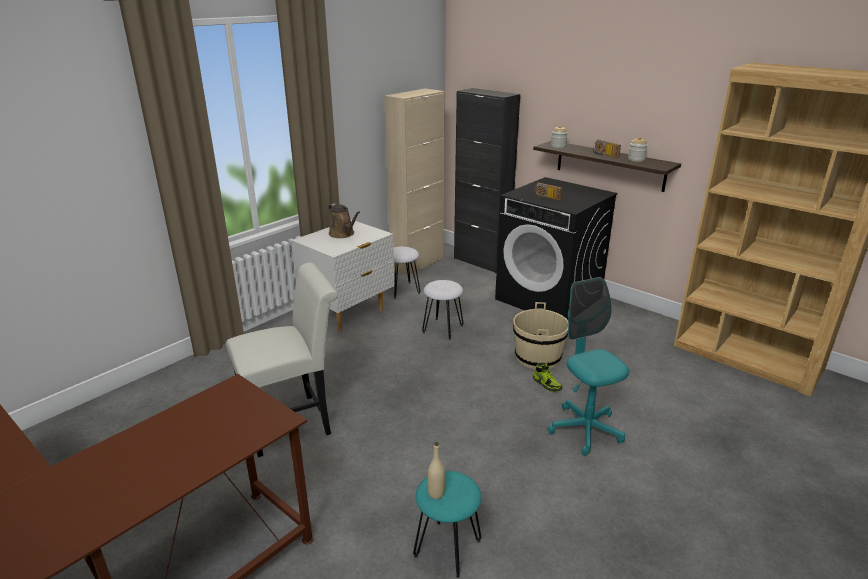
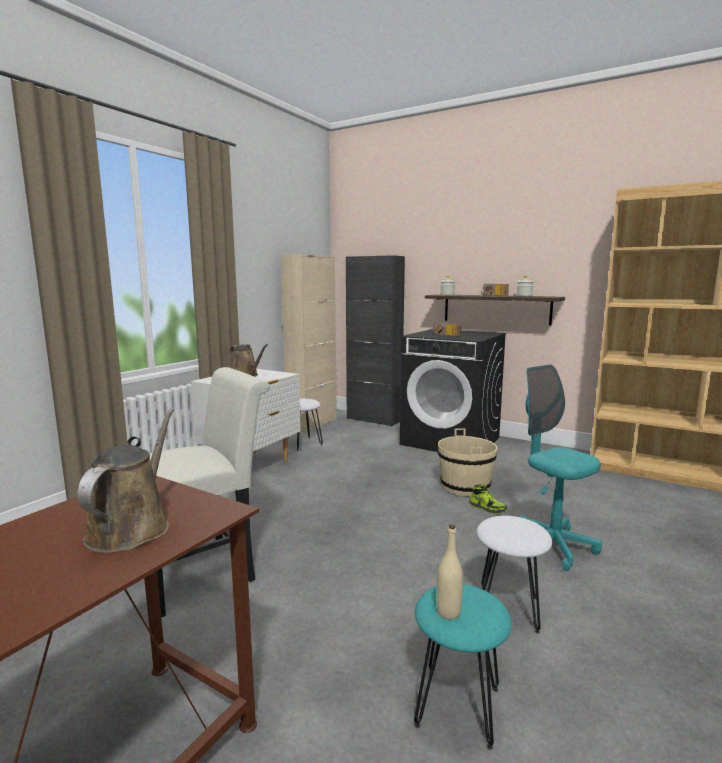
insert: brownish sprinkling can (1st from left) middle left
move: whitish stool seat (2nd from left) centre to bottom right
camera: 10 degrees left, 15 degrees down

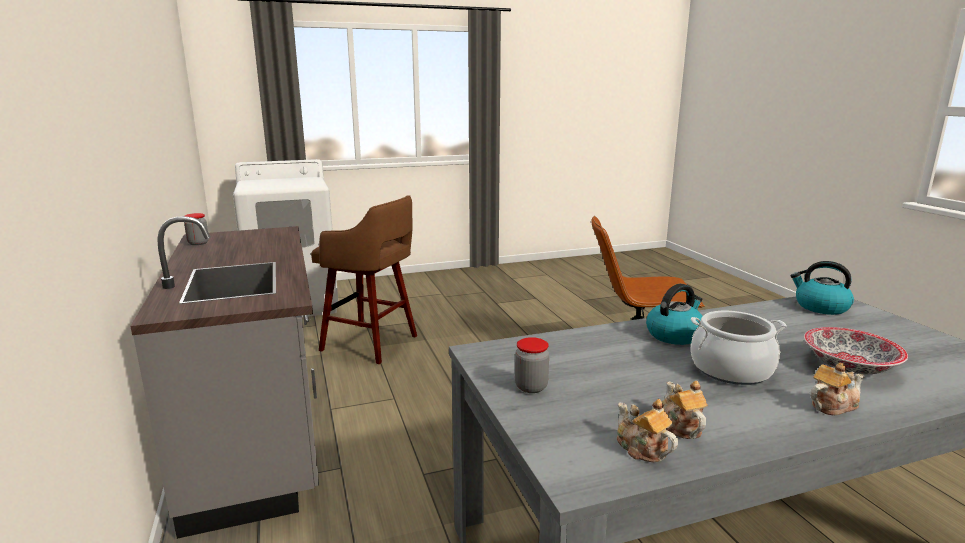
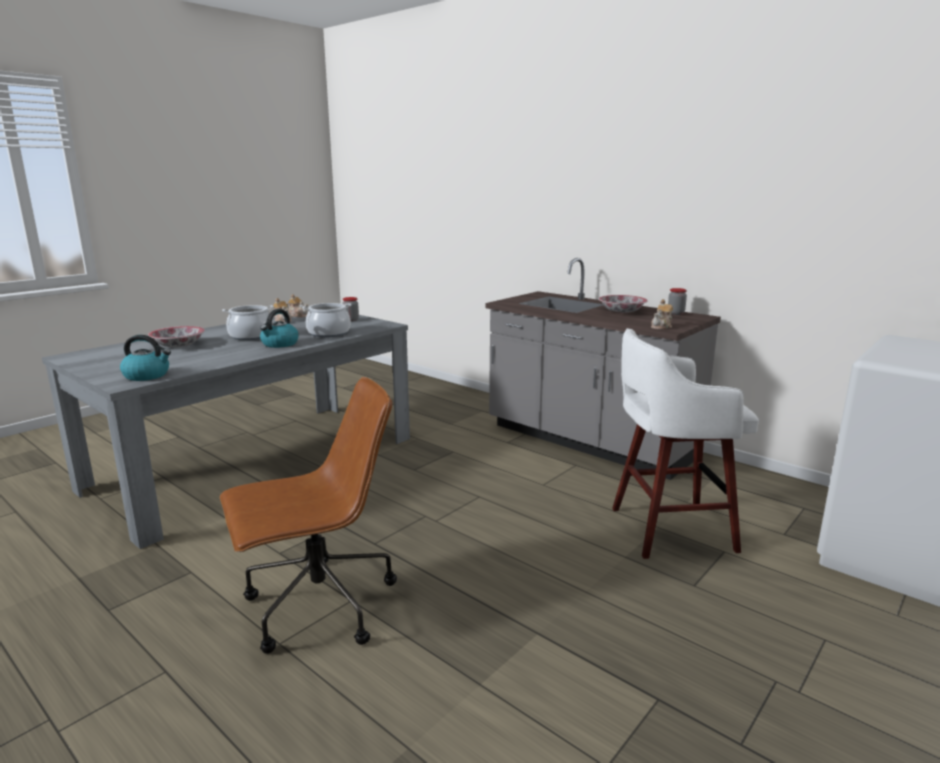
insert: bowl (2nd from left) centre; stockpot (2nd from left) centre
move: teapot (3rd from left) bottom right to middle right
recolor: brownish stool seat centre to whitish stool seat middle right
camera: 150 degrees right, 0 degrees up

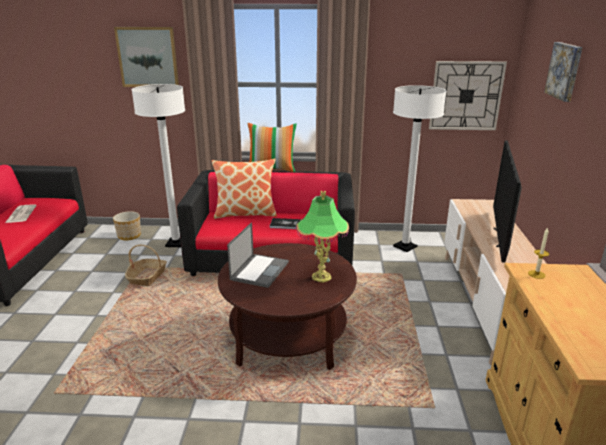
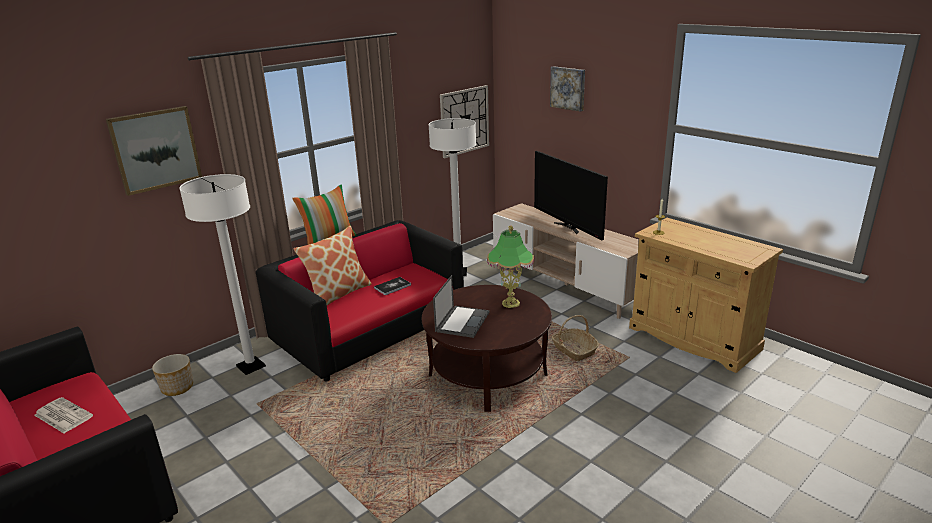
move: storage basket middle left to centre
rotate: laptop centre = centre 45 degrees clockwise
camera: 45 degrees left, 0 degrees up

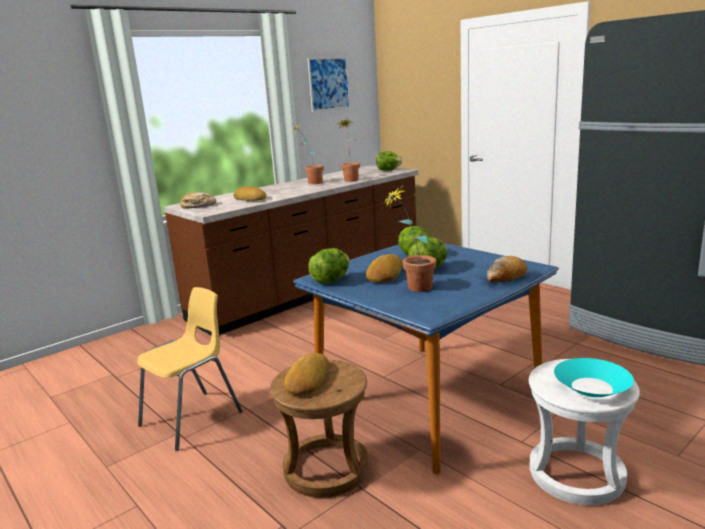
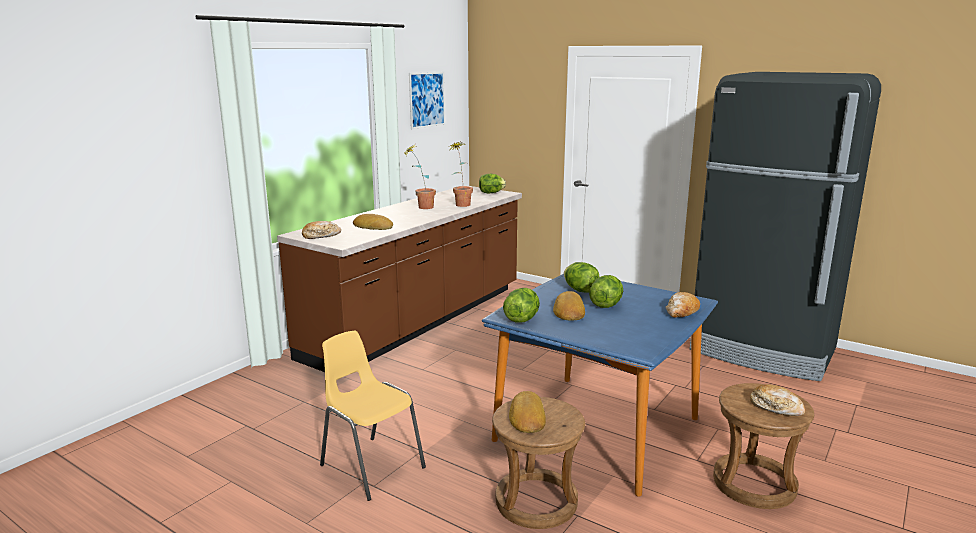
delete: houseplant (3rd from left) centre
replace: blue-green bowl bottom right to bakery bread (6th from left) bottom right
recolor: whitish stool seat bottom right to brownish stool seat (2nd from left) bottom right
rotate: yellow-coloured chair bottom left = bottom centre 75 degrees counterclockwise
camera: 15 degrees left, 0 degrees up

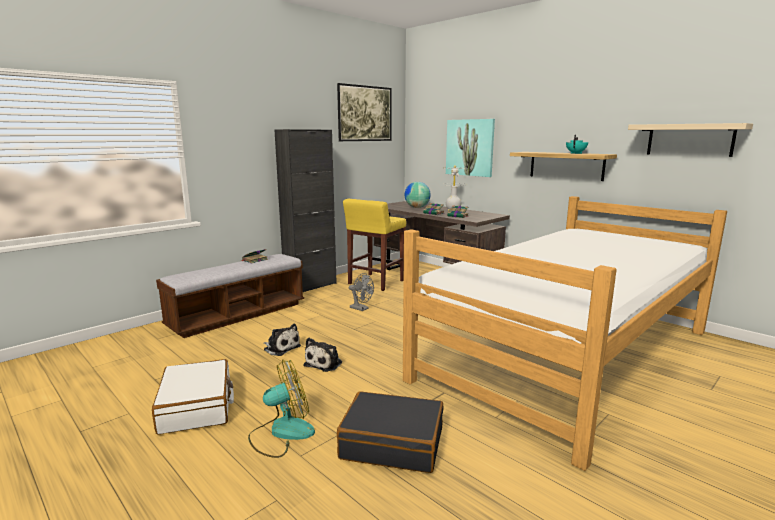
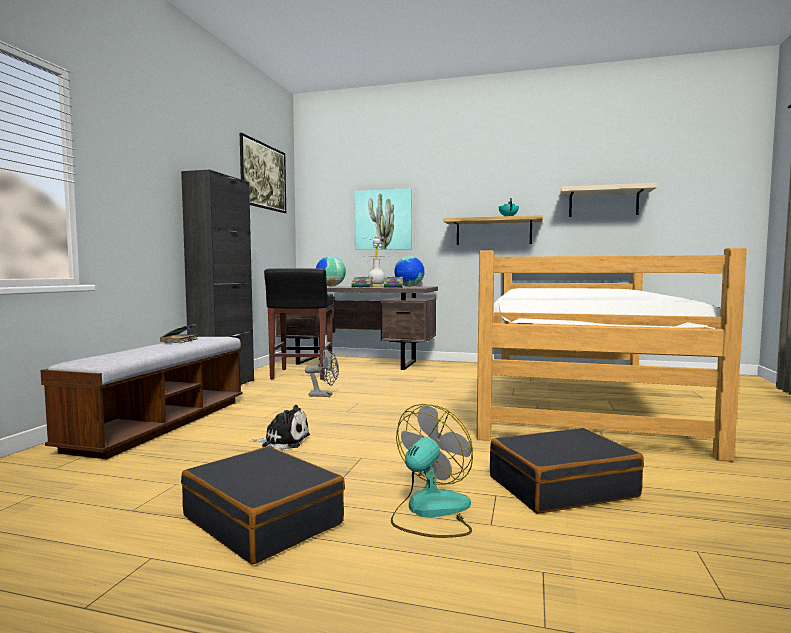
delete: plush toy (2nd from left) bottom centre
insert: world globe (2nd from left) centre
recolor: yellow-coloured stool seat centre to blackish stool seat centre; whitish piece of luggage bottom left to blackish piece of luggage (1st from left) bottom left
camera: 30 degrees left, 10 degrees down

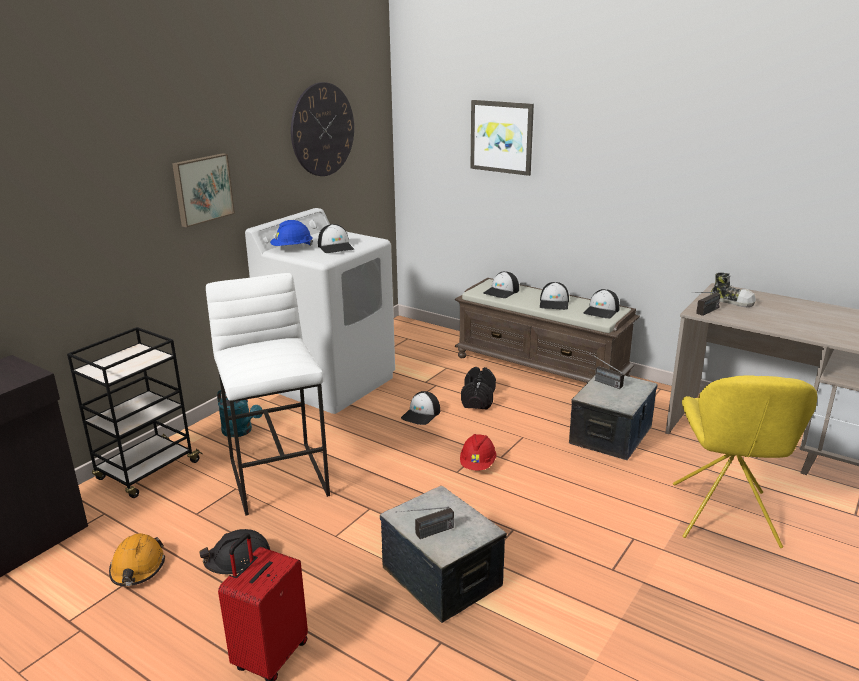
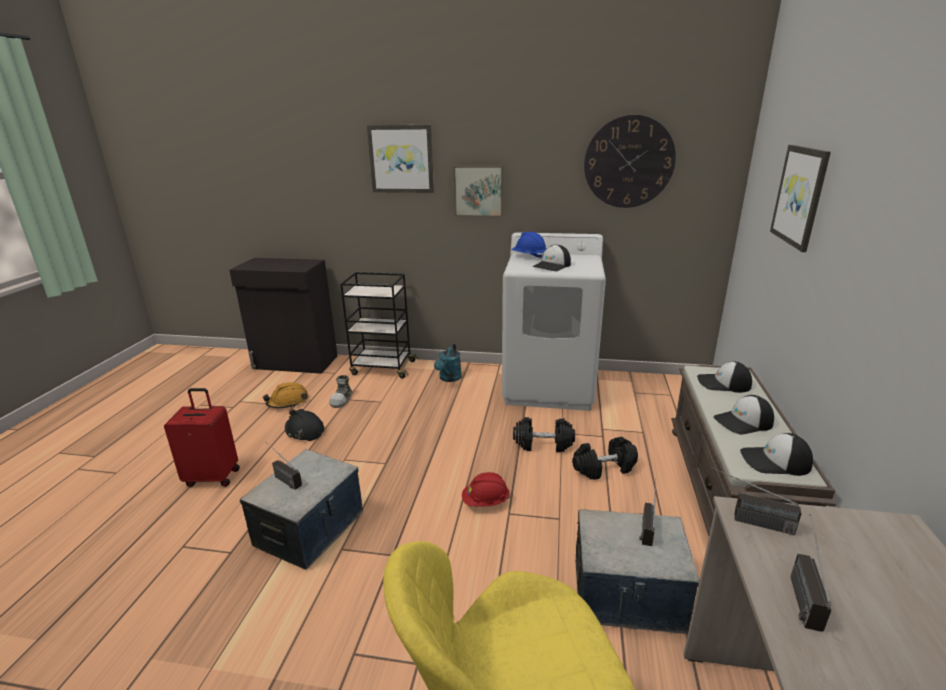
delete: whitish stool seat middle left
insert: wall picture (1st from left) top centre; radio (4th from left) bottom right
move: low shoe middle right to centre
replace: baseball cap (2nd from left) centre to blackish free weight (1st from left) centre
camera: 65 degrees right, 0 degrees up

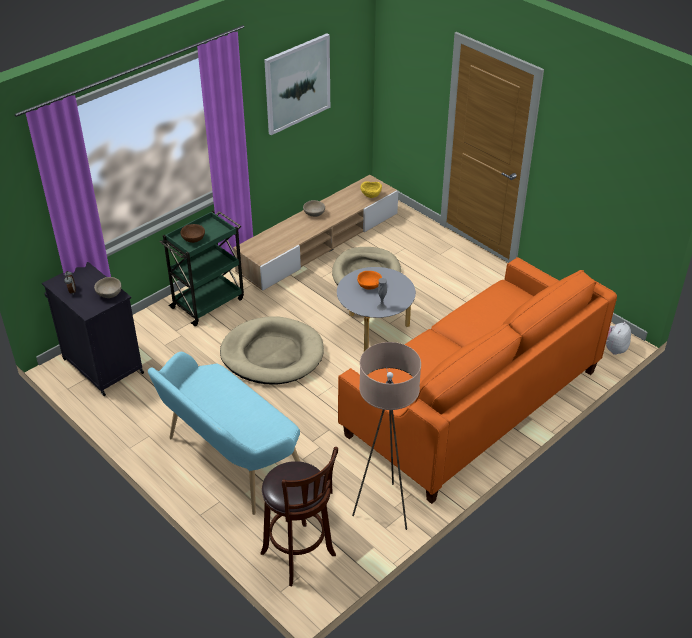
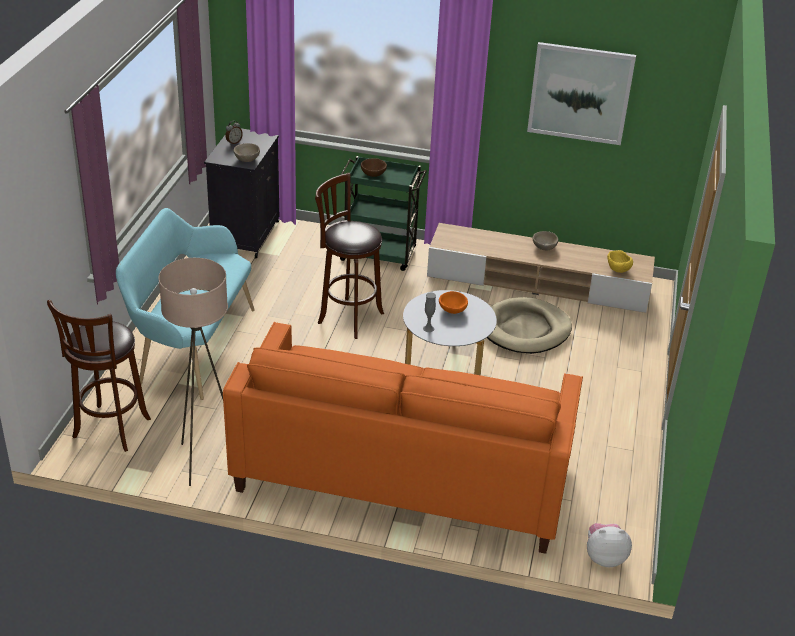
replace: beige pet bed (1st from left) centre to brownish stool seat (2nd from left) centre
camera: 55 degrees right, 5 degrees down

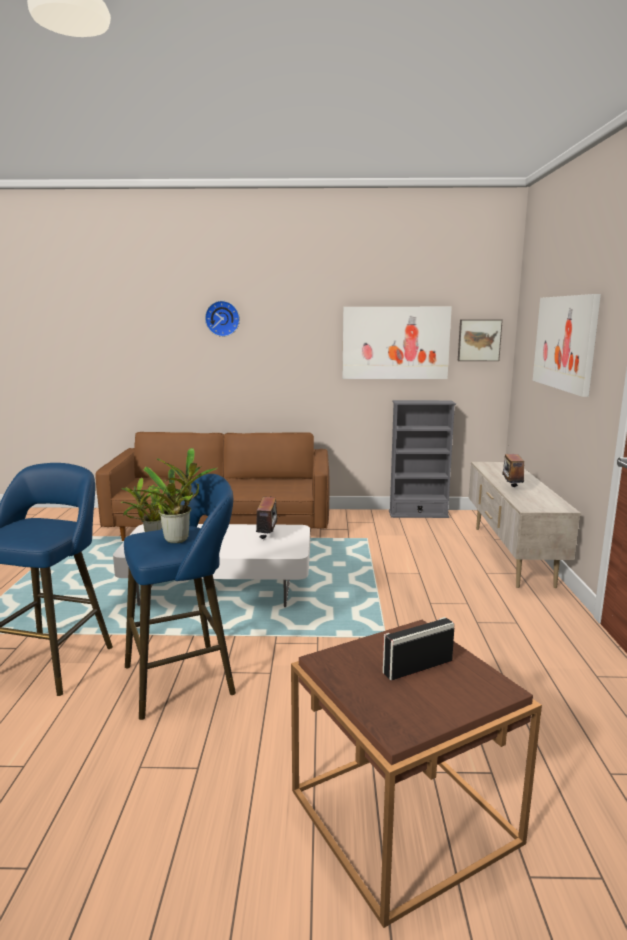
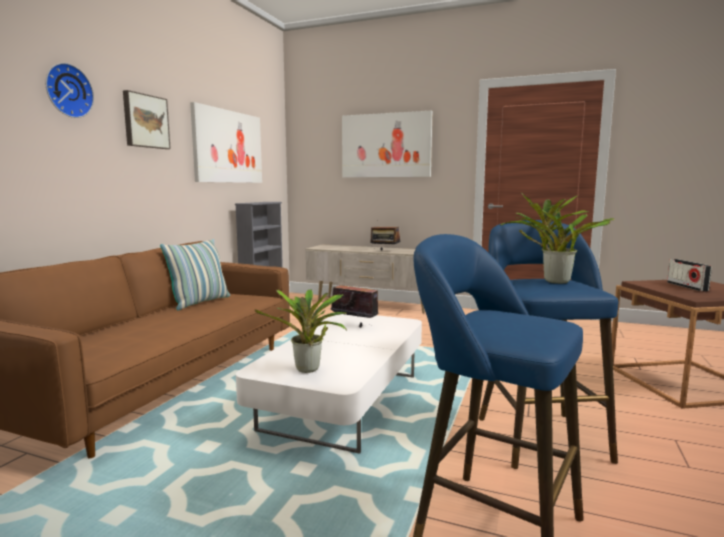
insert: pillow middle left
move: wall picture (2nd from left in the first image) middle right to wall picture (1st from left) top left
camera: 70 degrees left, 5 degrees down

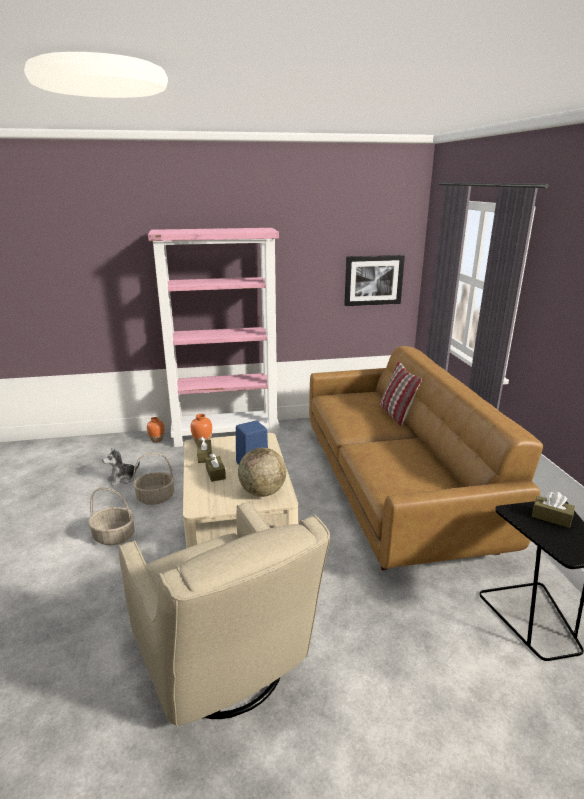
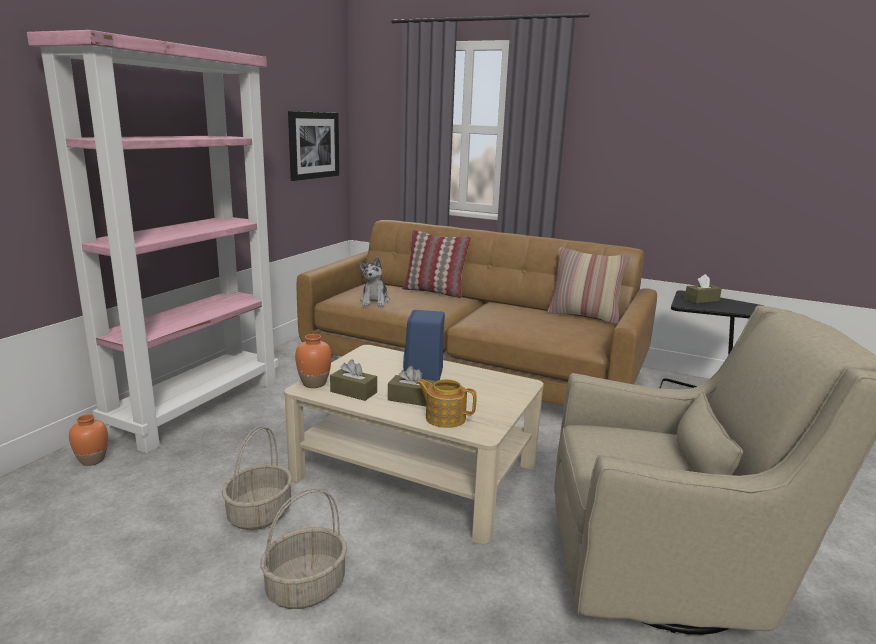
delete: world globe centre
insert: pillow (2nd from left) middle right; teapot centre
move: plush toy middle left to centre
camera: 55 degrees left, 5 degrees down

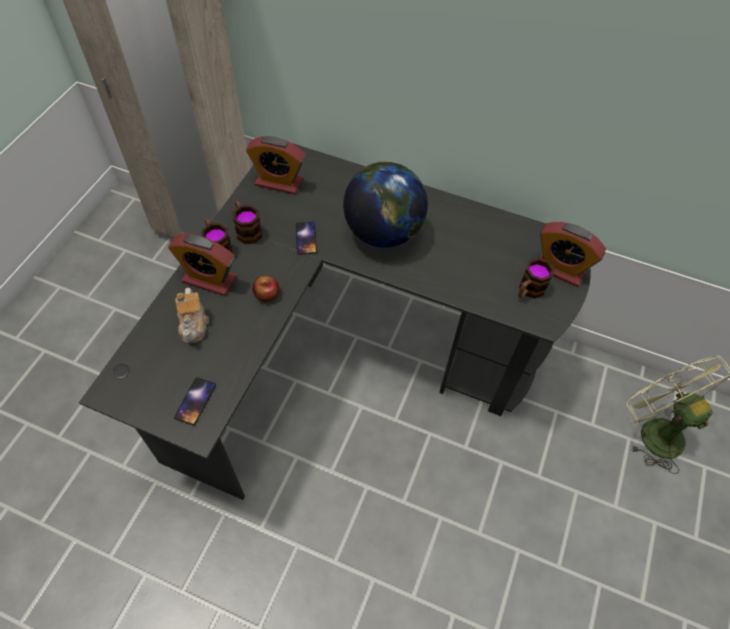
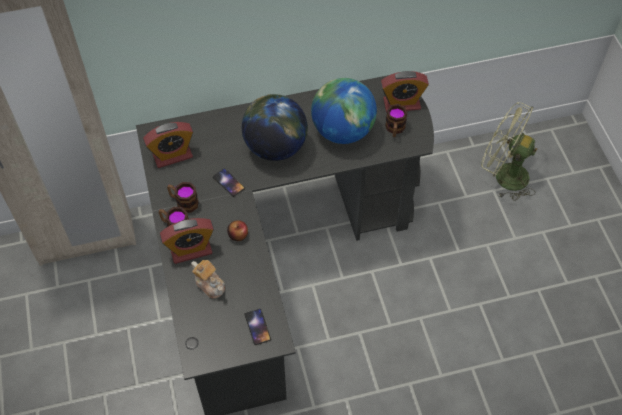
insert: world globe (2nd from left) top centre
camera: 35 degrees left, 0 degrees up

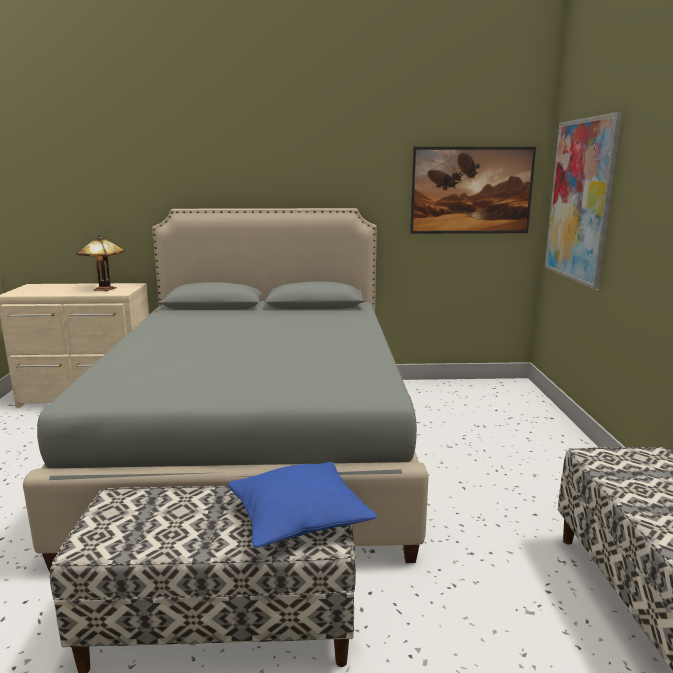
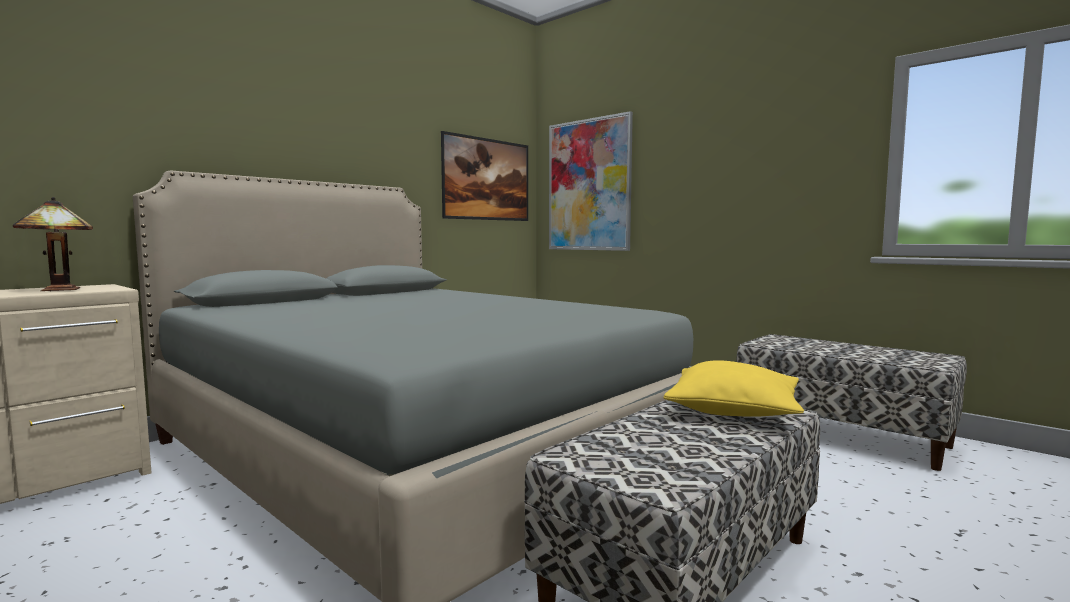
recolor: blue pillow bottom centre to yellow-coloured pillow middle right
camera: 45 degrees left, 10 degrees down

